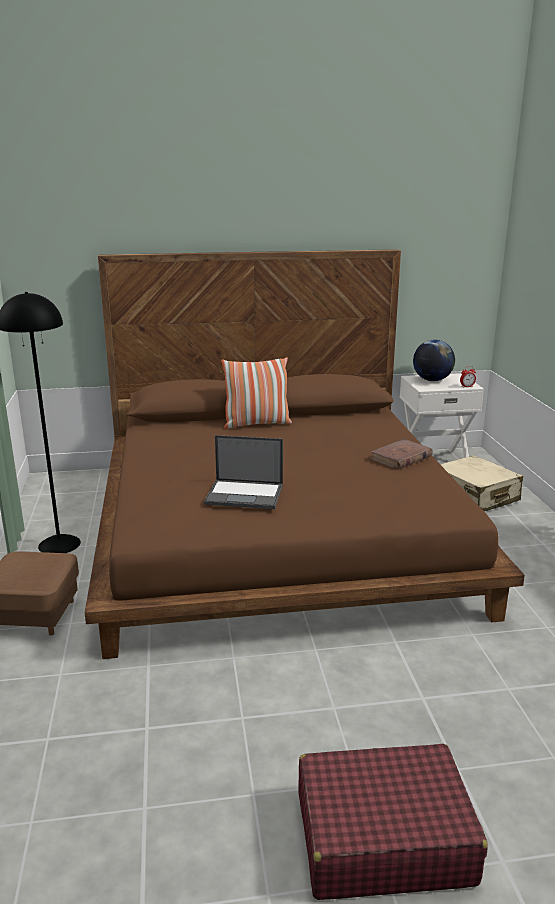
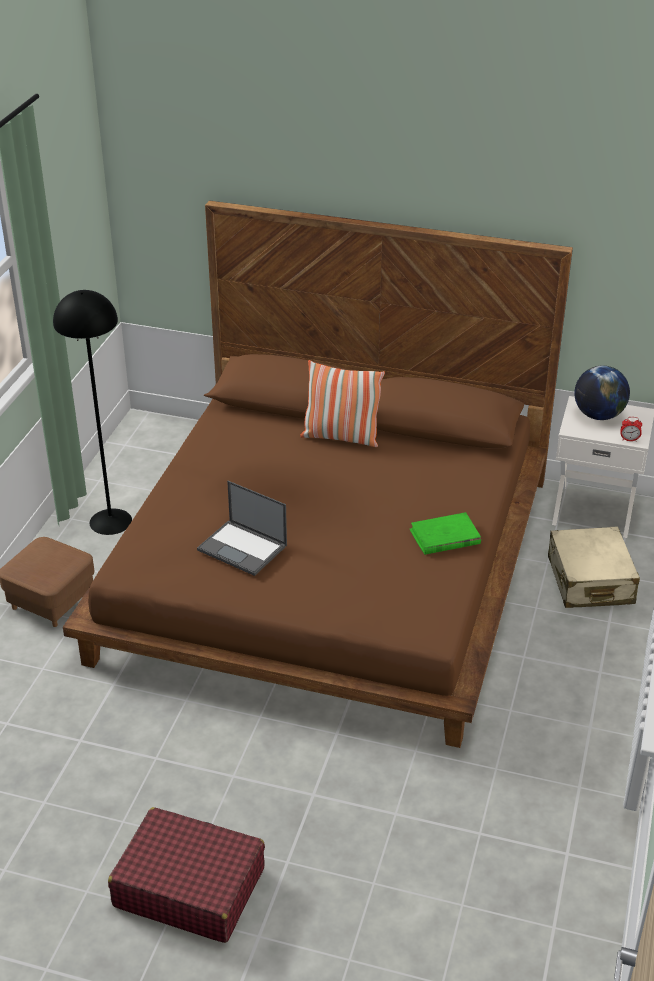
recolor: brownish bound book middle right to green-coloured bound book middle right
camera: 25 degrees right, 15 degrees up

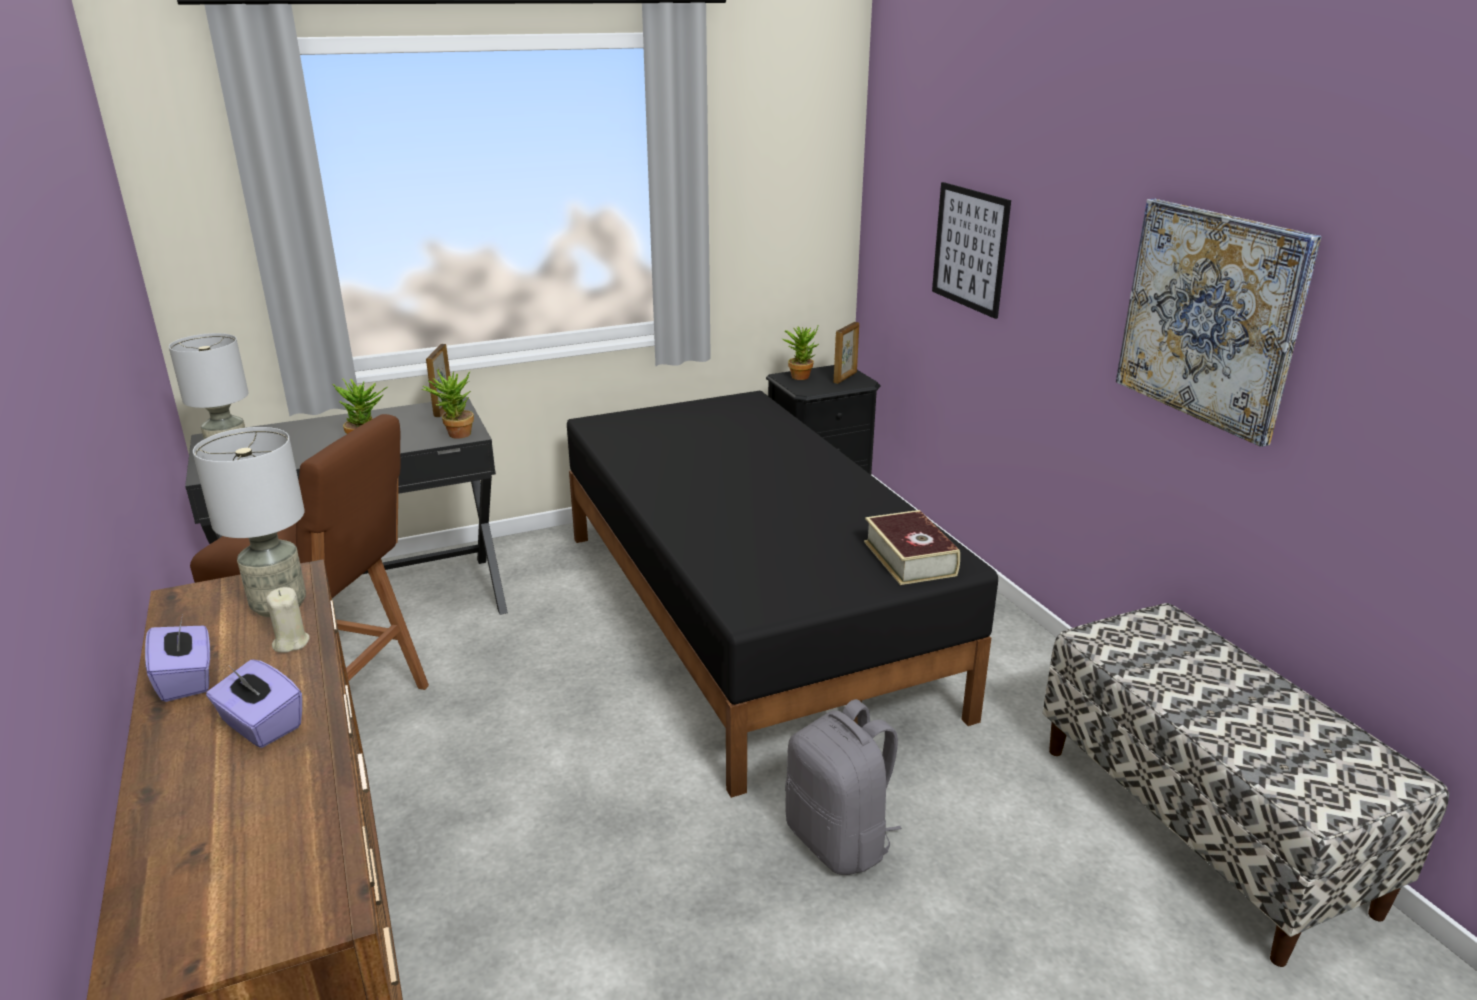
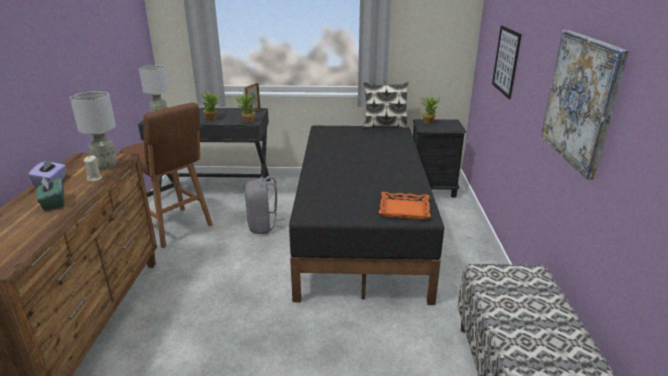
delete: photo frame (2nd from left) centre
insert: pillow top centre
move: gray rucksack bottom centre to centre
replace: bound book centre to orangey carrying tray centre
recolor: purplish tissue holder (2nd from left) bottom left to green-coloured tissue holder middle left
camera: 25 degrees right, 0 degrees up

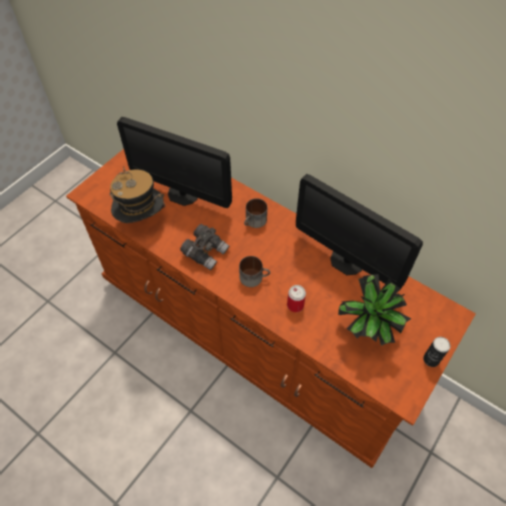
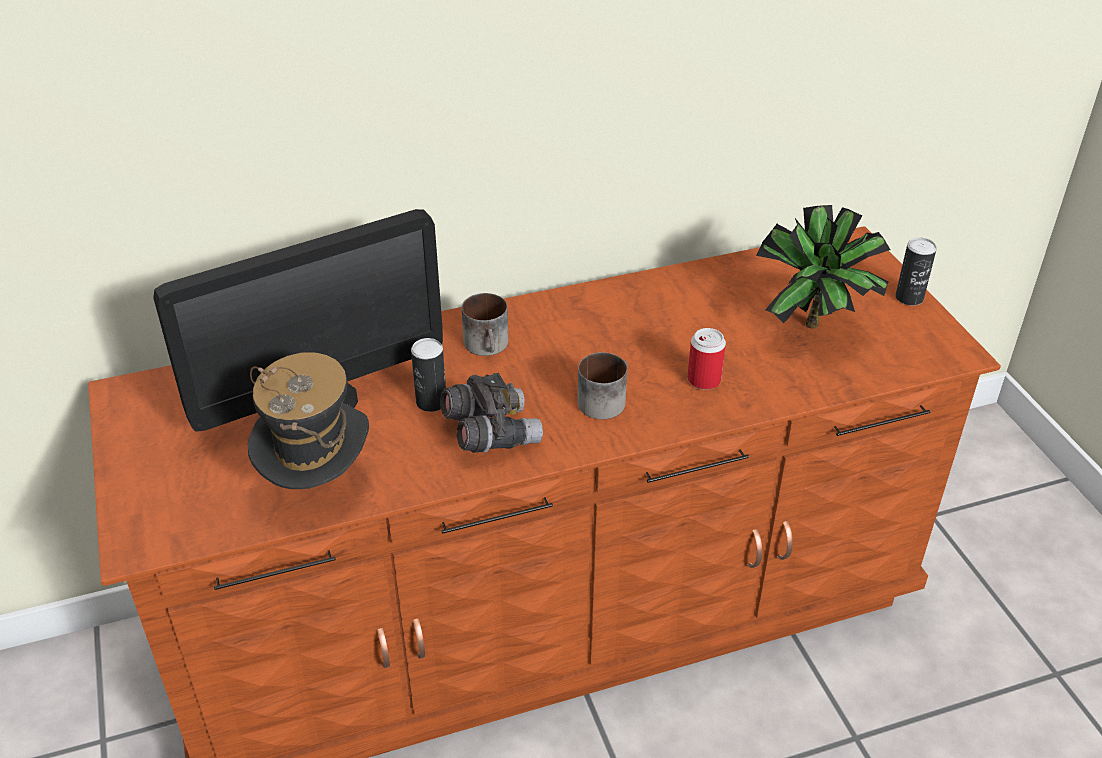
delete: monitor (2nd from left) middle right
insert: can (1st from left) centre
camera: 55 degrees left, 15 degrees down

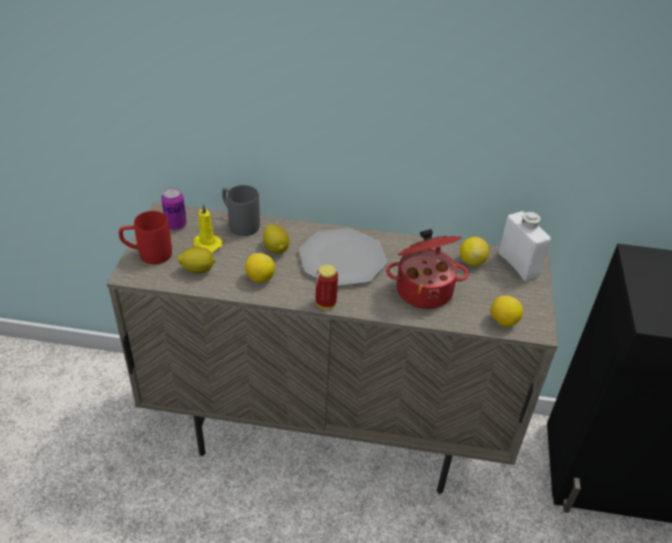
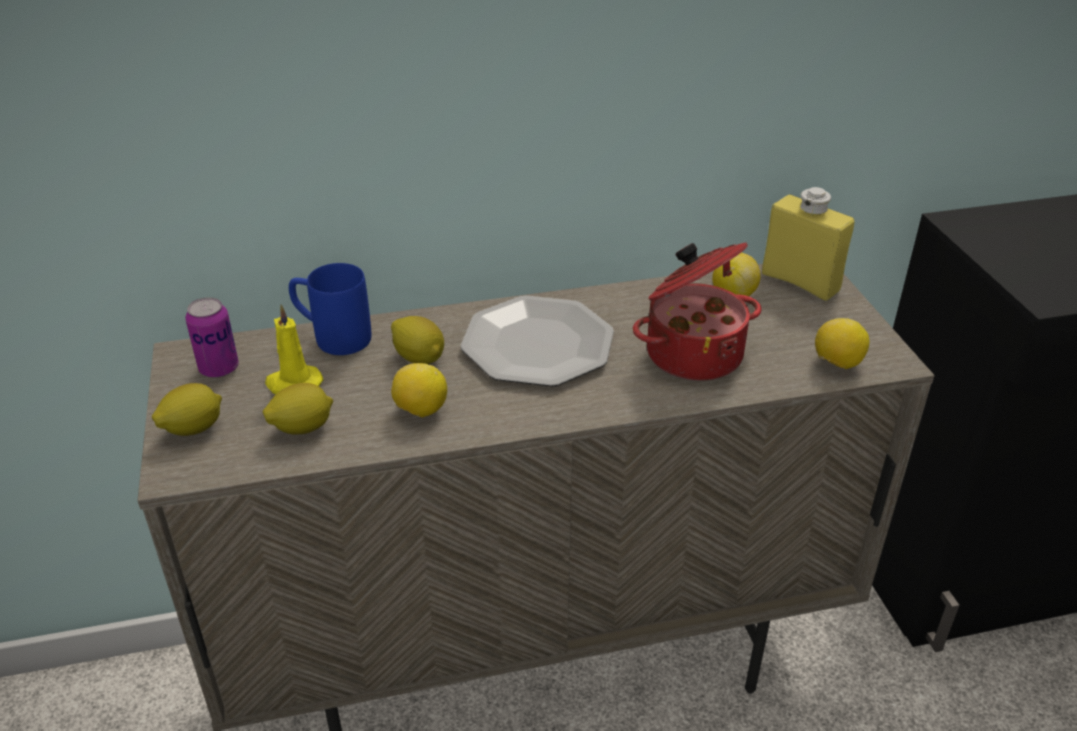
delete: can (2nd from left) centre
replace: red tea mug middle left to lemon (1st from left) middle left
recolor: gray tea mug centre to blue tea mug middle left; whitish beverage bottle middle right to yellow-coloured beverage bottle middle right
camera: 20 degrees left, 5 degrees down

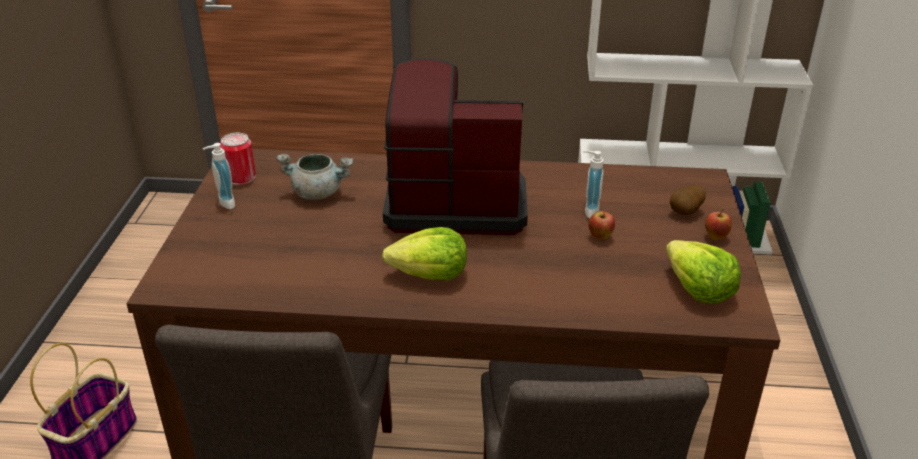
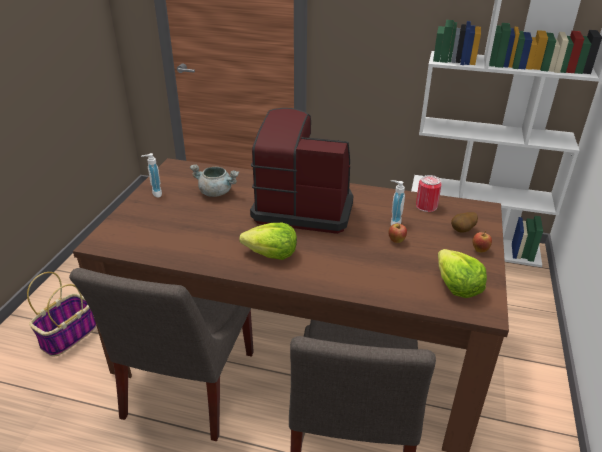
move: can middle left to middle right
camera: 10 degrees right, 0 degrees up

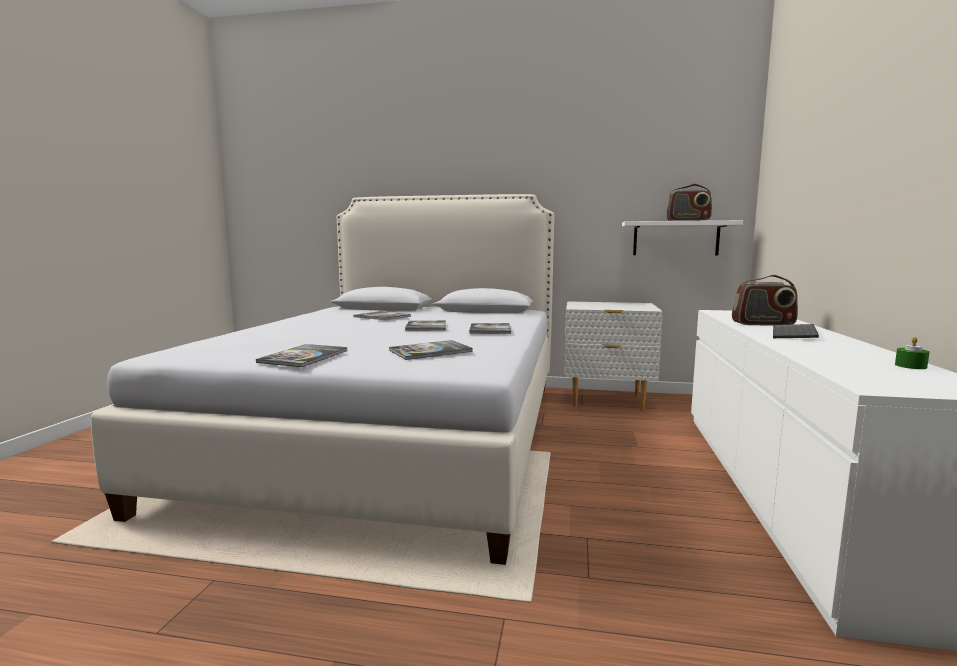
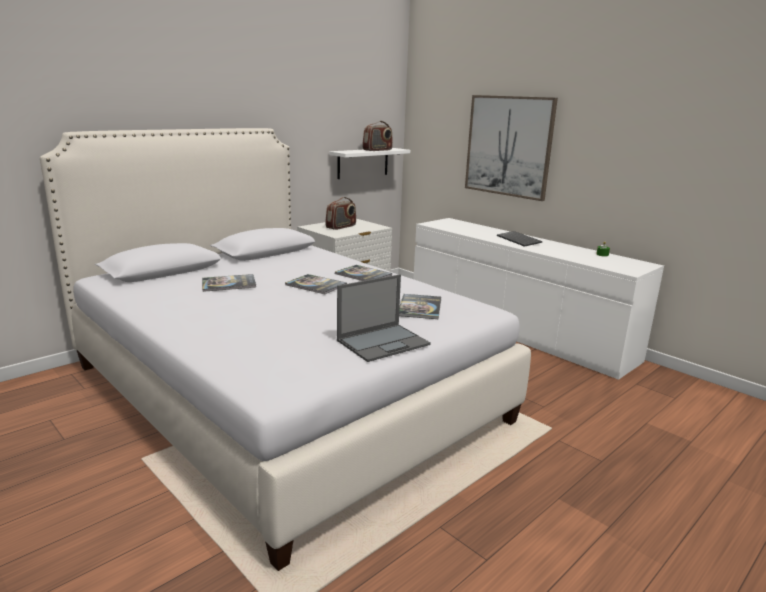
insert: wall picture top right
move: radio (2nd from left in the first image) middle right to radio (1st from left) centre
replace: bound book (1st from left) middle left to laptop centre
camera: 55 degrees left, 10 degrees up

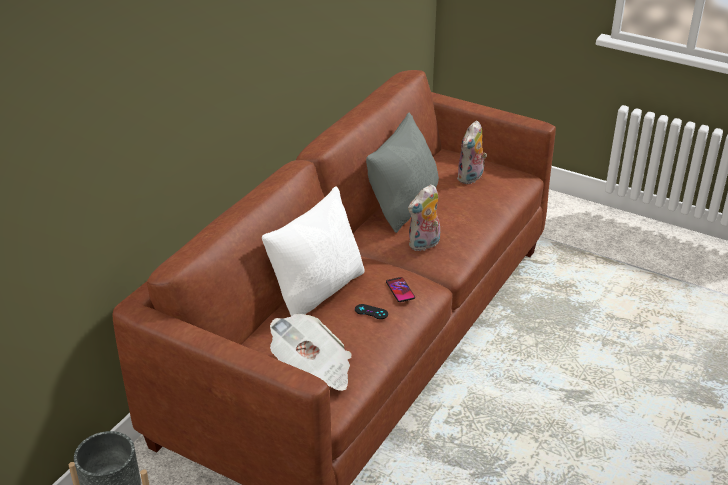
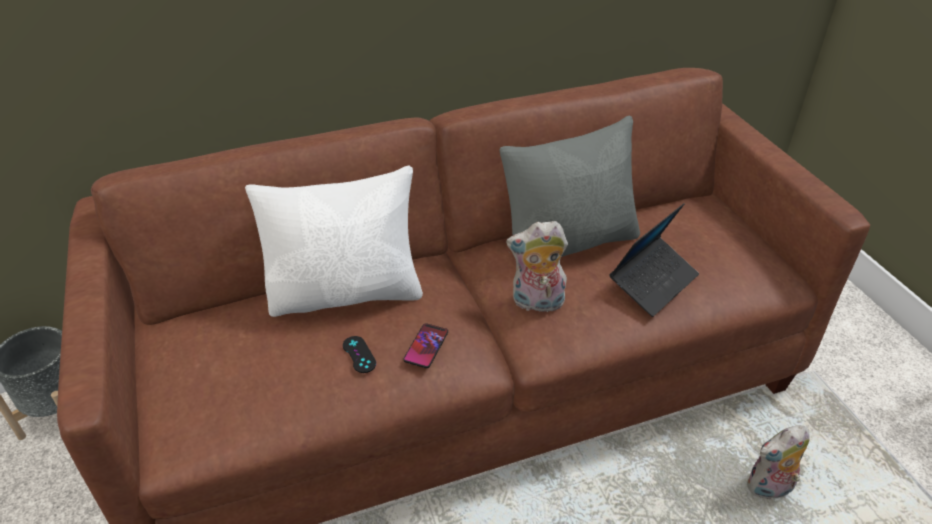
delete: newspaper bottom centre
insert: laptop middle right
move: plush toy (2nd from left) top centre to bottom right
camera: 40 degrees right, 5 degrees up

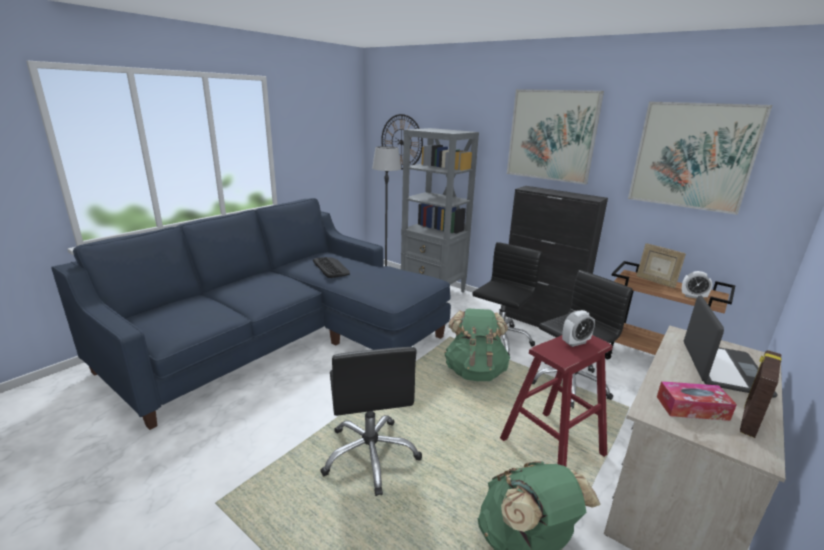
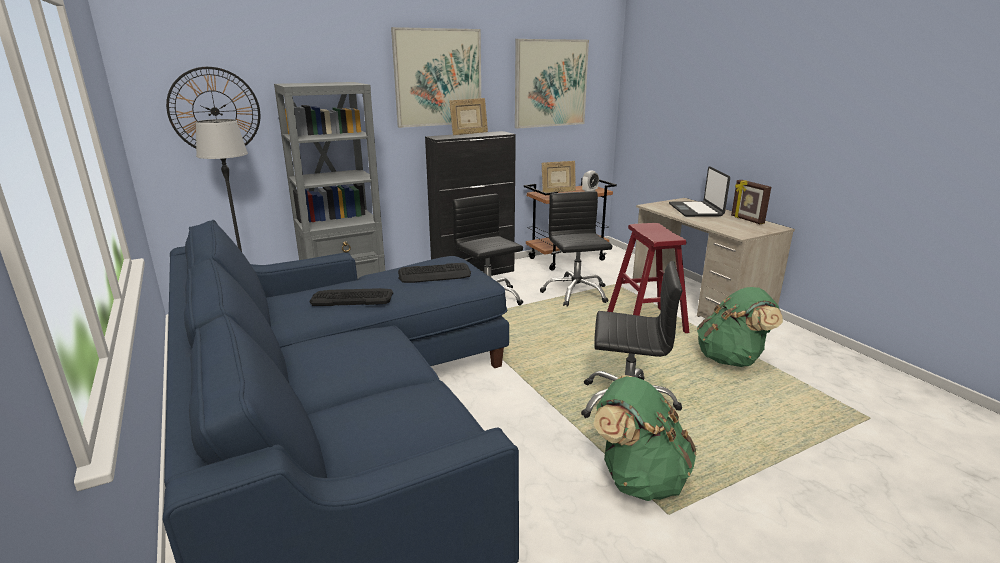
delete: bedside clock (1st from left) middle right; tissue holder bottom right
insert: photo frame (1st from left) top centre; computer keyboard (2nd from left) centre
move: green-coloured rucksack (1st from left) centre to bottom centre
rotate: laptop middle right = middle right 135 degrees counterclockwise
camera: 65 degrees left, 0 degrees up

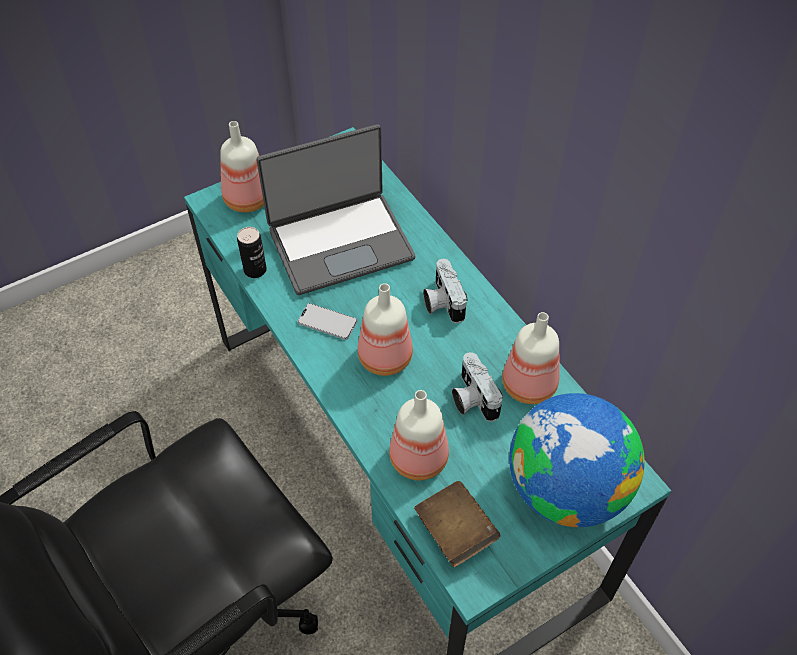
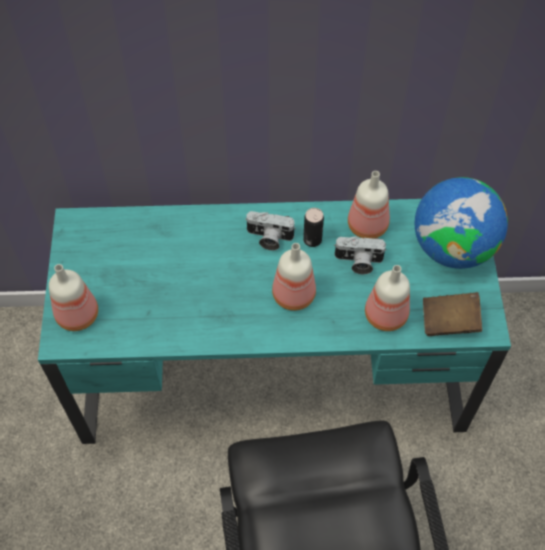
delete: laptop top centre; telephone centre
move: can middle left to centre
camera: 60 degrees left, 5 degrees up

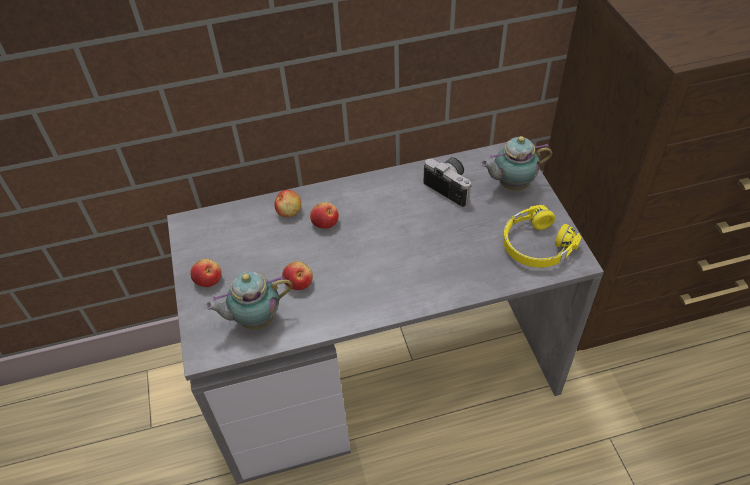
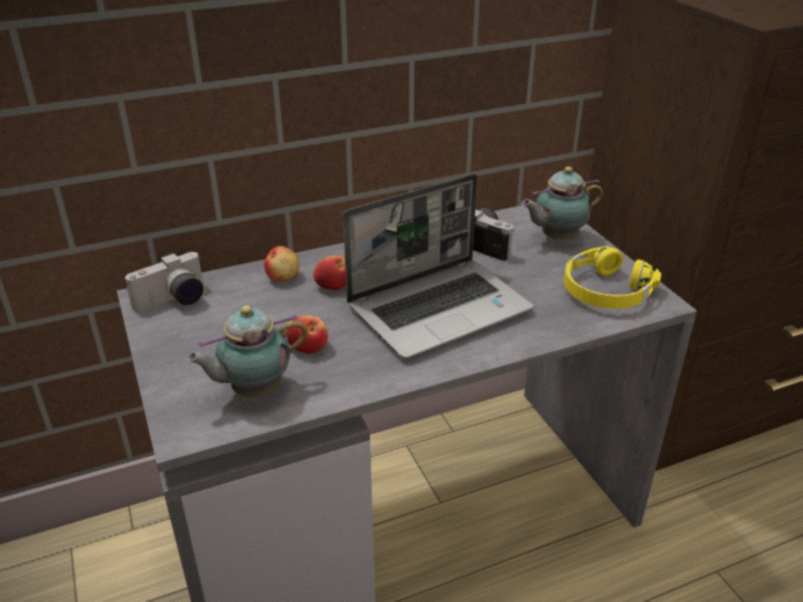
delete: whole apple (1st from left) middle left
insert: laptop centre; still camera (1st from left) middle left
camera: 10 degrees left, 15 degrees down

